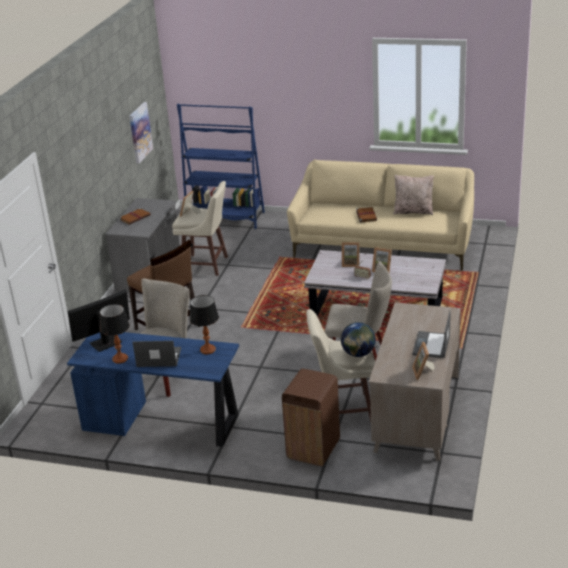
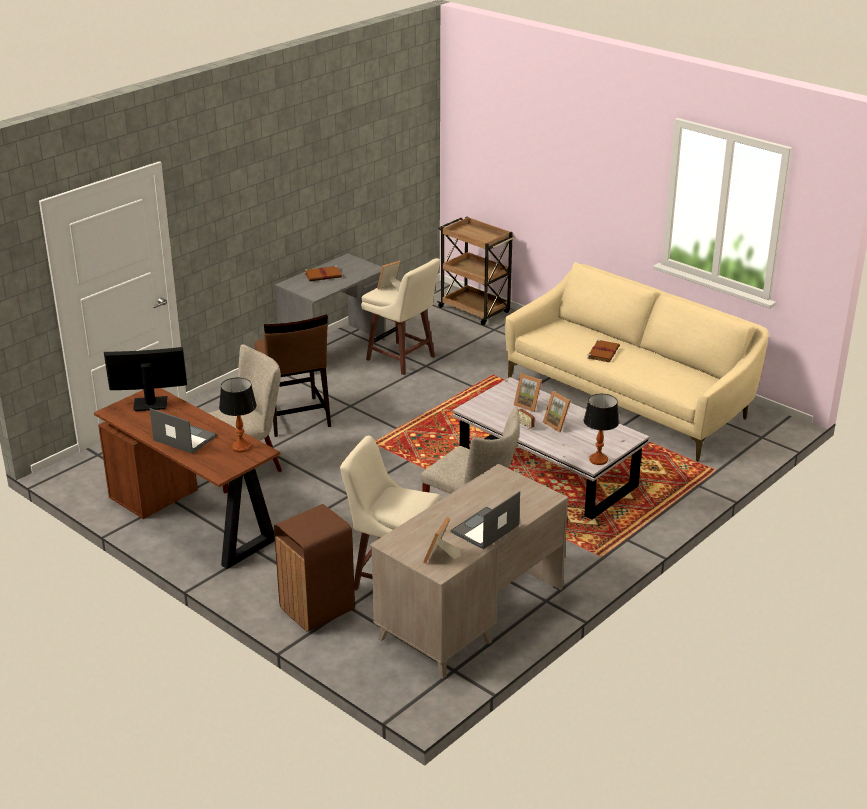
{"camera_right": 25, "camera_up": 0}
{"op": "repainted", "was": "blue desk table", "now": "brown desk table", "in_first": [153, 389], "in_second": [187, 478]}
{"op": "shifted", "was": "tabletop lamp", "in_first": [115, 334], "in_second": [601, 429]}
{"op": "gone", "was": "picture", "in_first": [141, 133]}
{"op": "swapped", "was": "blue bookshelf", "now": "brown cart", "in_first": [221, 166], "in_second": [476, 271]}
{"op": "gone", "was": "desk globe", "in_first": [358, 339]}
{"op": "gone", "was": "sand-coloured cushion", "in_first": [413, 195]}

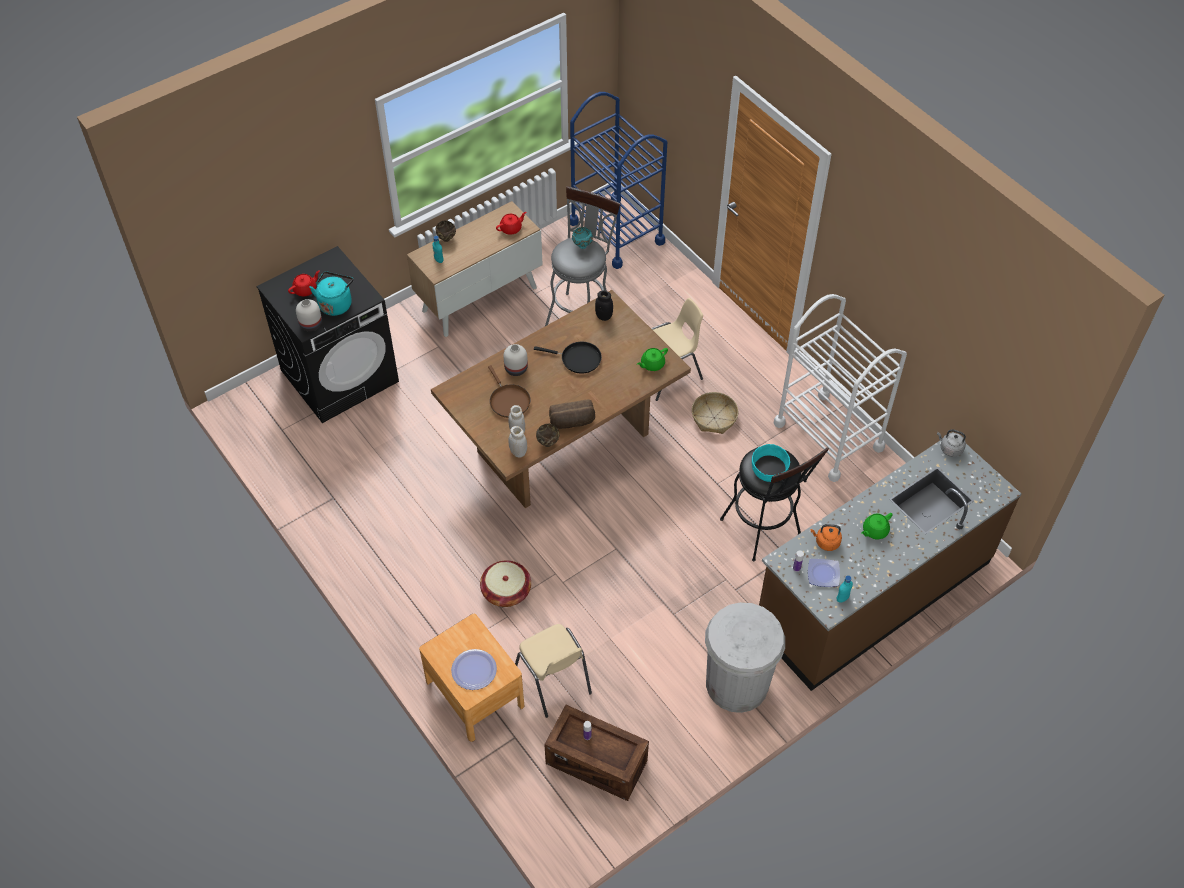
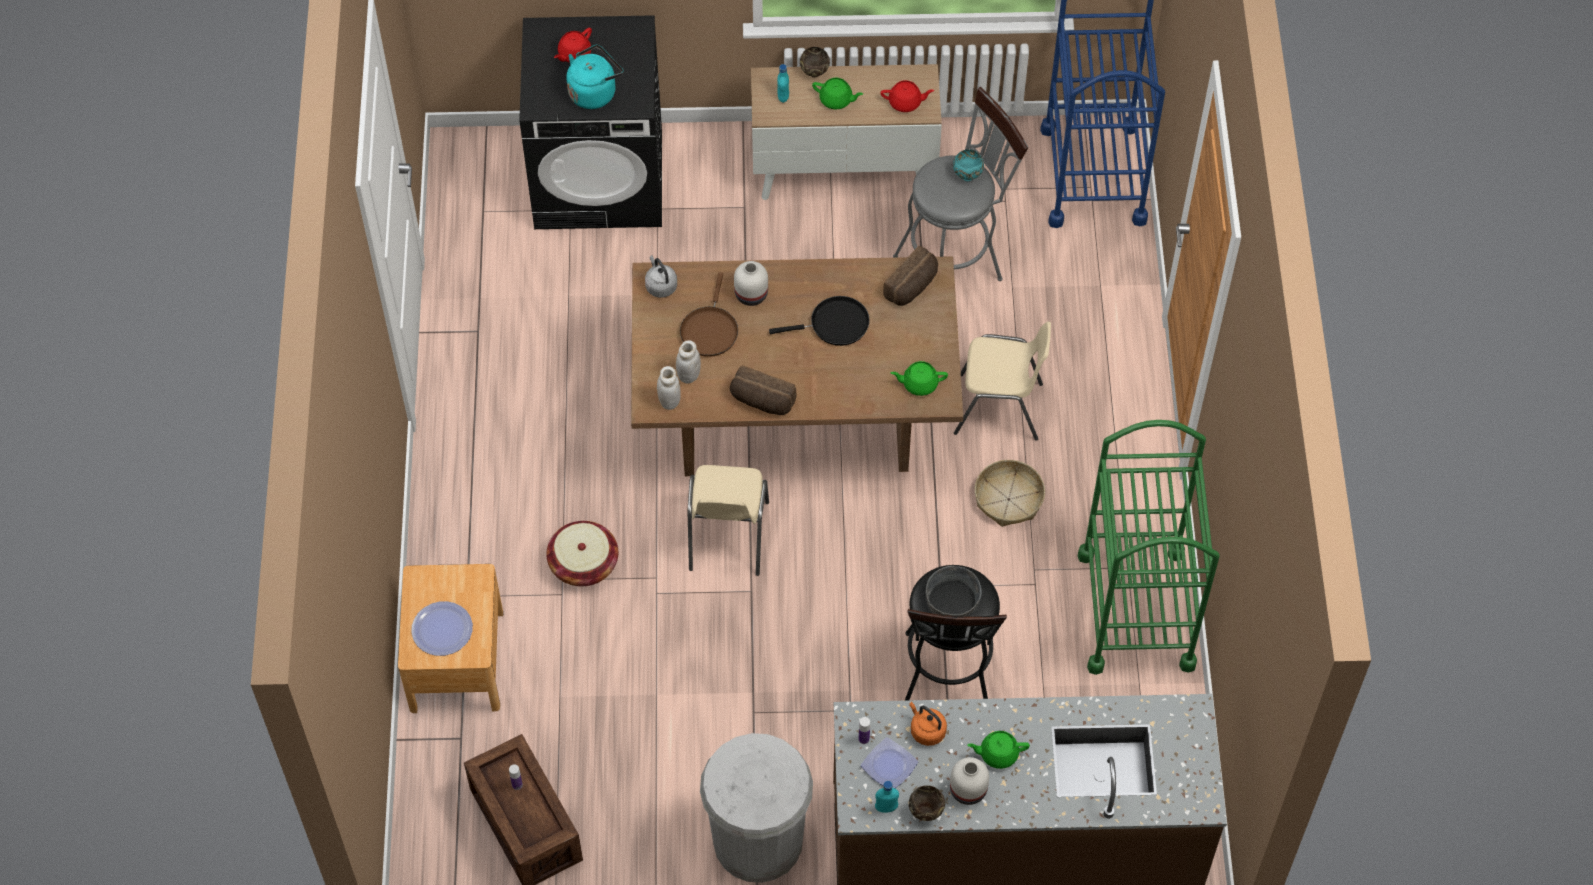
{"camera_right": 35, "camera_up": 5}
{"op": "rotated", "was": "reddish pot for tea", "in_first": [304, 283], "in_second": [573, 45], "clockwise": 135}
{"op": "shifted", "was": "whitish flower vase", "in_first": [309, 315], "in_second": [969, 781]}
{"op": "shifted", "was": "sand-coloured upright chair", "in_first": [553, 671], "in_second": [728, 520]}
{"op": "rotated", "was": "blackish pan", "in_first": [568, 358], "in_second": [819, 321], "clockwise": -60}
{"op": "shifted", "was": "brown serving bowl", "in_first": [547, 435], "in_second": [927, 803]}
{"op": "swapped", "was": "blackish jar", "now": "baked bread", "in_first": [604, 305], "in_second": [910, 276]}
{"op": "repainted", "was": "blue-green serving bowl", "now": "gray serving bowl", "in_first": [771, 463], "in_second": [954, 591]}
{"op": "repainted", "was": "whitish cart", "now": "greenish cart", "in_first": [840, 388], "in_second": [1148, 547]}
{"op": "shifted", "was": "gray water kettle", "in_first": [951, 443], "in_second": [661, 276]}
{"op": "new", "now": "greenish pot for tea", "in_second": [837, 94]}

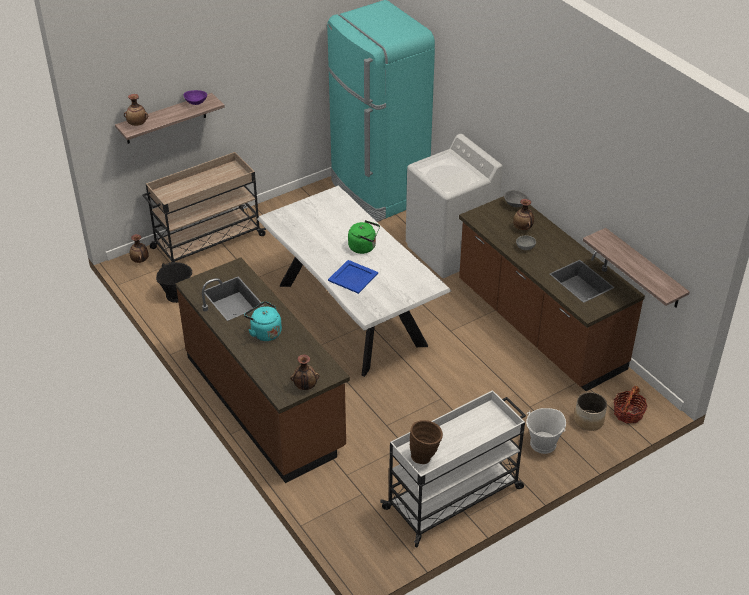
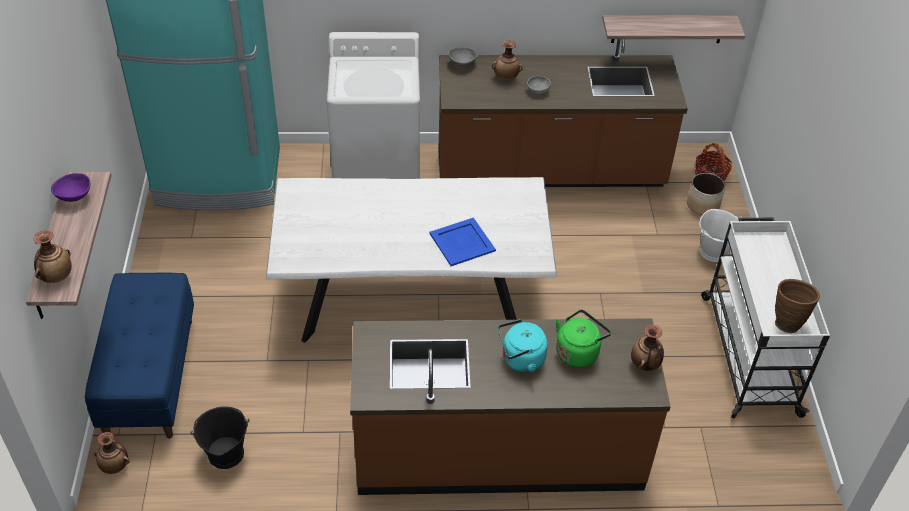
{"camera_right": -60, "camera_up": 5}
{"op": "swapped", "was": "sand-coloured cart", "now": "blue indoor bench", "in_first": [204, 207], "in_second": [139, 355]}
{"op": "shifted", "was": "greenish water kettle", "in_first": [364, 237], "in_second": [583, 339]}

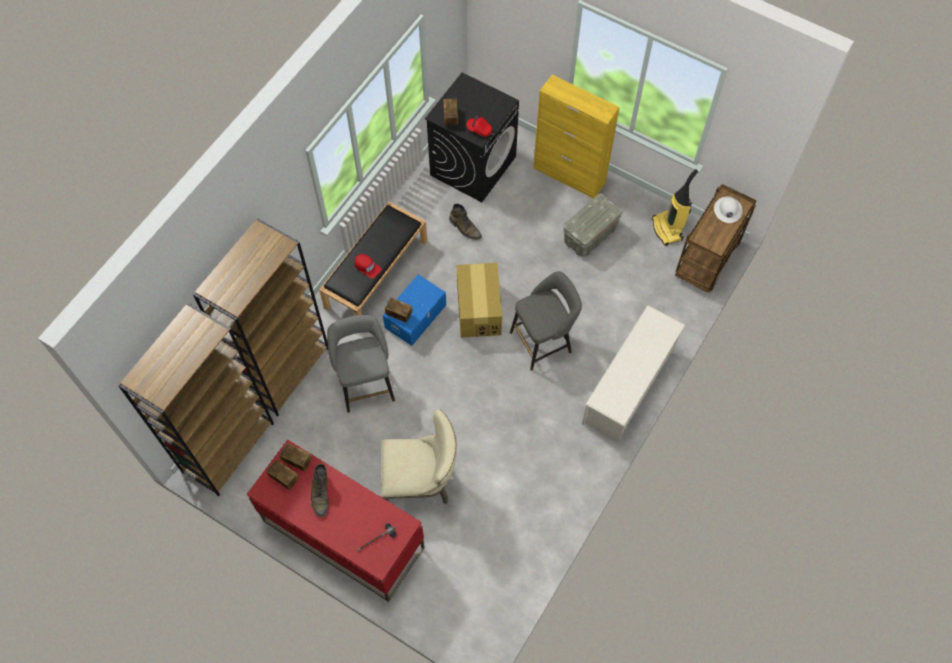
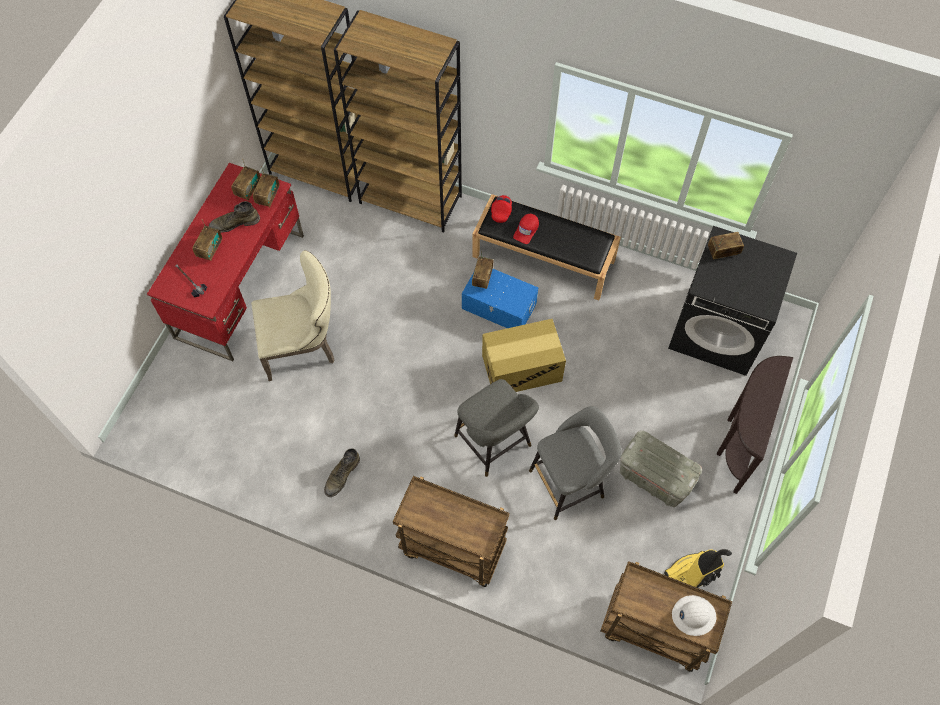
{"camera_right": 80, "camera_up": 0}
{"op": "shifted", "was": "gray stool seat", "in_first": [361, 364], "in_second": [575, 463]}
{"op": "rotated", "was": "sand-coloured upright chair", "in_first": [419, 456], "in_second": [292, 315], "clockwise": -90}
{"op": "shifted", "was": "greenish high-top boot", "in_first": [465, 221], "in_second": [342, 472]}
{"op": "shifted", "was": "reddish peaked cap", "in_first": [479, 126], "in_second": [501, 209]}
{"op": "swapped", "was": "yellow-coloured cabinet", "now": "brown hall table", "in_first": [576, 136], "in_second": [755, 425]}
{"op": "swapped", "was": "whitish shoe stand", "now": "brown cart", "in_first": [633, 374], "in_second": [451, 531]}
{"op": "new", "now": "radio set", "in_second": [207, 240]}

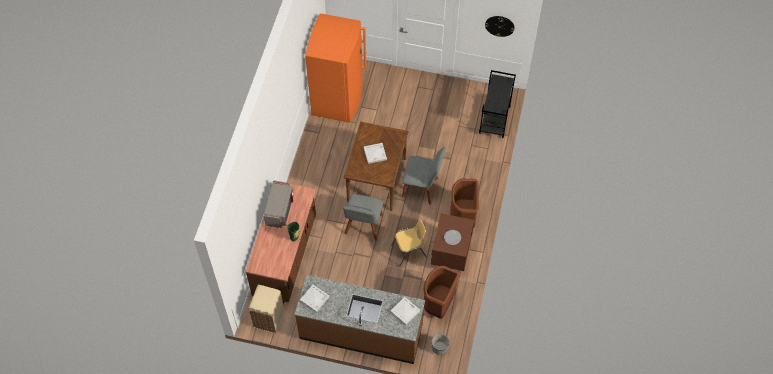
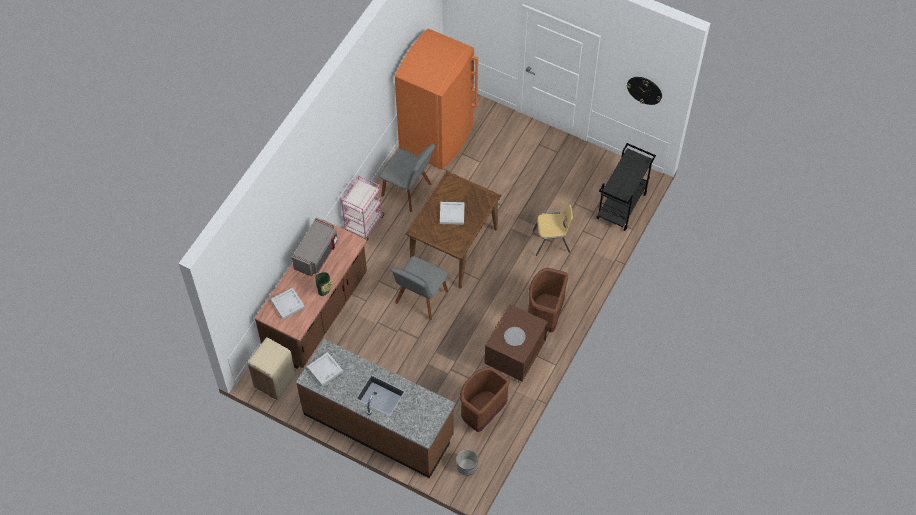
{"camera_right": 15, "camera_up": 0}
{"op": "shifted", "was": "whitish tray", "in_first": [405, 311], "in_second": [288, 303]}
{"op": "shifted", "was": "yellow-coloured upright chair", "in_first": [409, 243], "in_second": [552, 230]}
{"op": "shifted", "was": "gray upright chair", "in_first": [424, 176], "in_second": [407, 178]}
{"op": "new", "now": "pink cart", "in_second": [362, 208]}

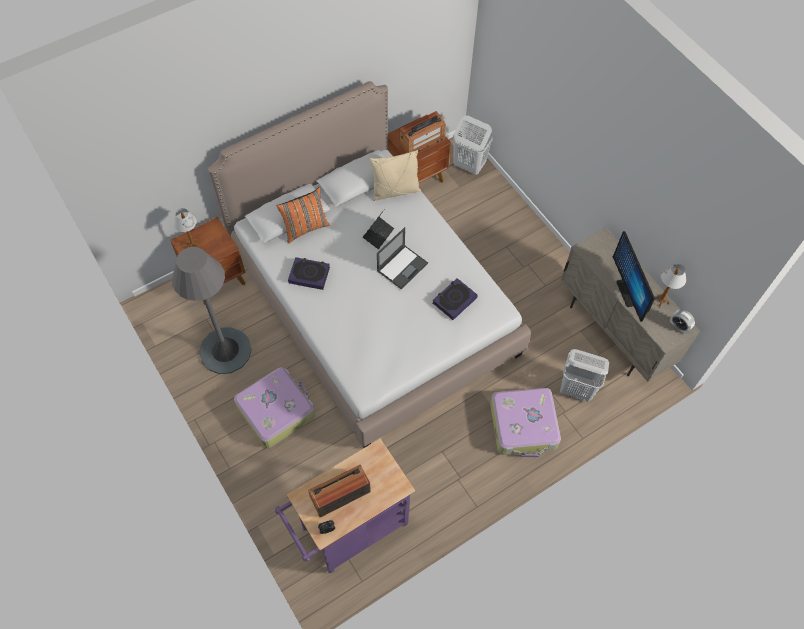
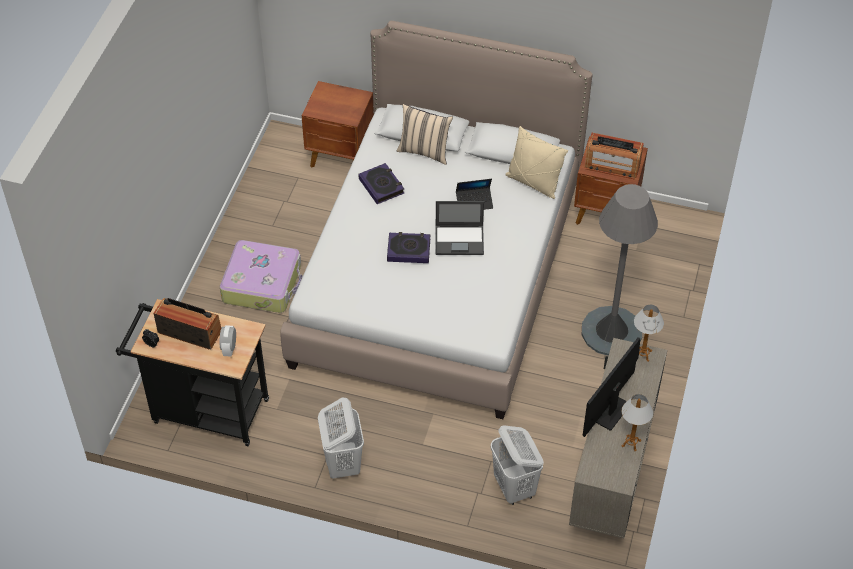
{"camera_right": 50, "camera_up": -10}
{"op": "shifted", "was": "gray standing lamp", "in_first": [212, 310], "in_second": [620, 270]}
{"op": "shifted", "was": "tabletop lamp", "in_first": [187, 228], "in_second": [649, 333]}
{"op": "repainted", "was": "purple-coloured cart", "now": "blackish cart", "in_first": [345, 505], "in_second": [192, 372]}
{"op": "repainted", "was": "orange-coloured cushion", "now": "sand-coloured cushion", "in_first": [303, 215], "in_second": [425, 134]}
{"op": "shifted", "was": "book", "in_first": [455, 299], "in_second": [408, 247]}
{"op": "shifted", "was": "whitish laundry basket", "in_first": [473, 145], "in_second": [341, 437]}
{"op": "gone", "was": "piece of luggage", "in_first": [525, 422]}
{"op": "shifted", "was": "bedside clock", "in_first": [682, 322], "in_second": [228, 341]}

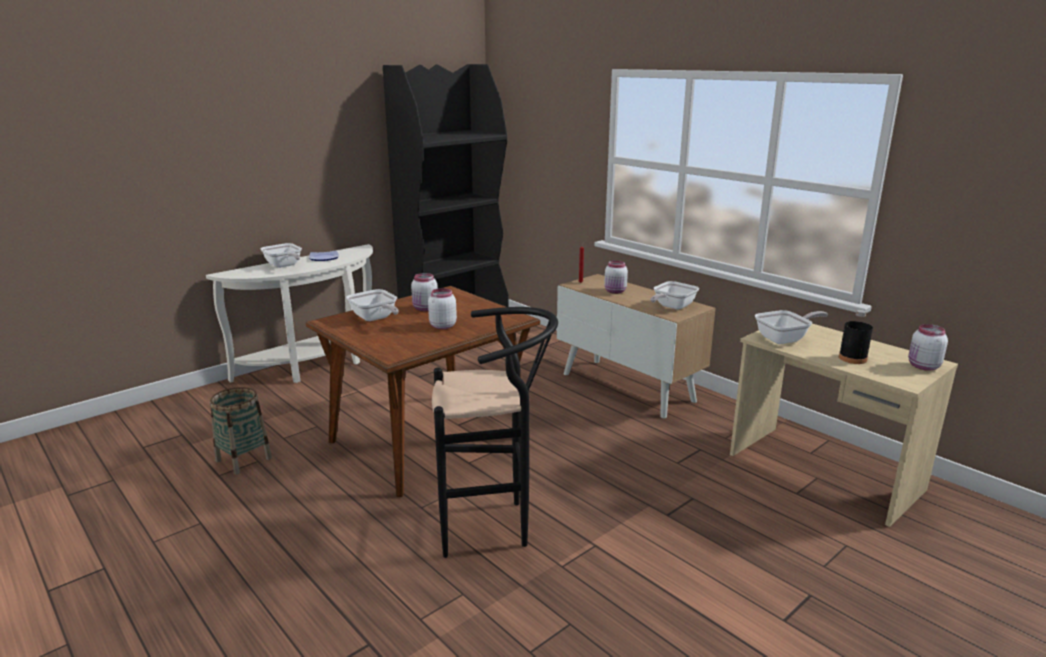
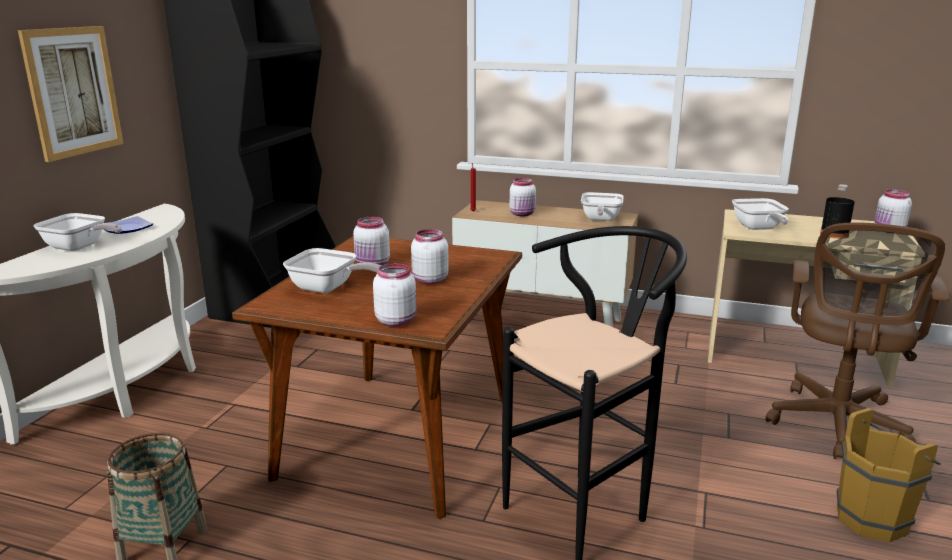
{"camera_right": -30, "camera_up": 0}
{"op": "rotated", "was": "pan", "in_first": [791, 327], "in_second": [760, 214], "clockwise": 135}
{"op": "new", "now": "picture", "in_second": [70, 94]}
{"op": "new", "now": "whitish jar", "in_second": [395, 295]}
{"op": "new", "now": "brown computer chair", "in_second": [857, 340]}
{"op": "new", "now": "brown water bucket", "in_second": [889, 475]}

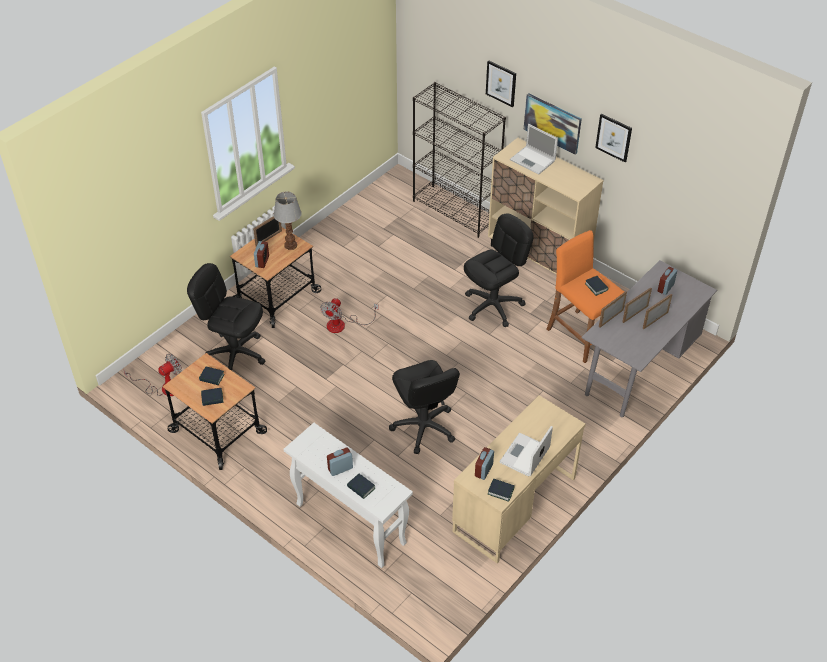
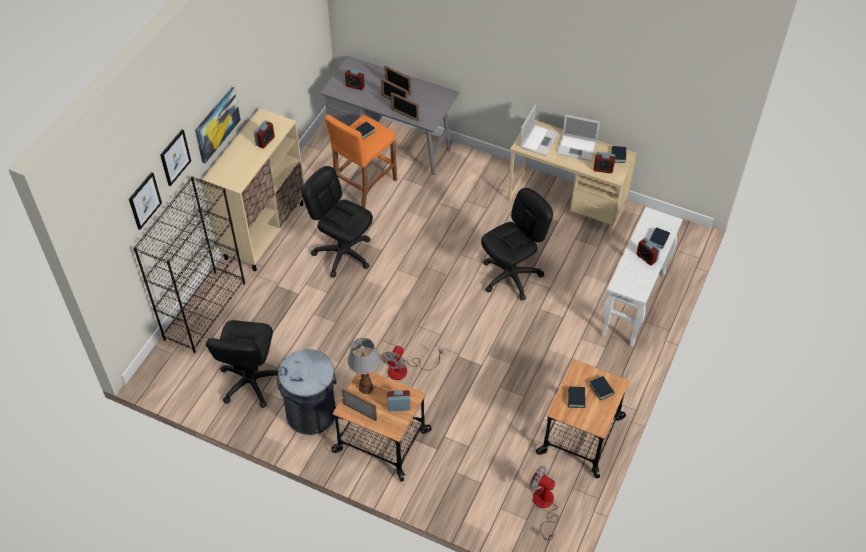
{"camera_right": -105, "camera_up": 5}
{"op": "shifted", "was": "blackish computer chair", "in_first": [226, 317], "in_second": [242, 364]}
{"op": "rotated", "was": "electric fan", "in_first": [349, 315], "in_second": [412, 363], "clockwise": 105}
{"op": "shifted", "was": "portable computer", "in_first": [534, 149], "in_second": [539, 130]}
{"op": "shifted", "was": "picture", "in_first": [613, 138], "in_second": [145, 201]}
{"op": "new", "now": "bedside clock", "in_second": [264, 134]}
{"op": "new", "now": "gray rubbish bin", "in_second": [307, 392]}

